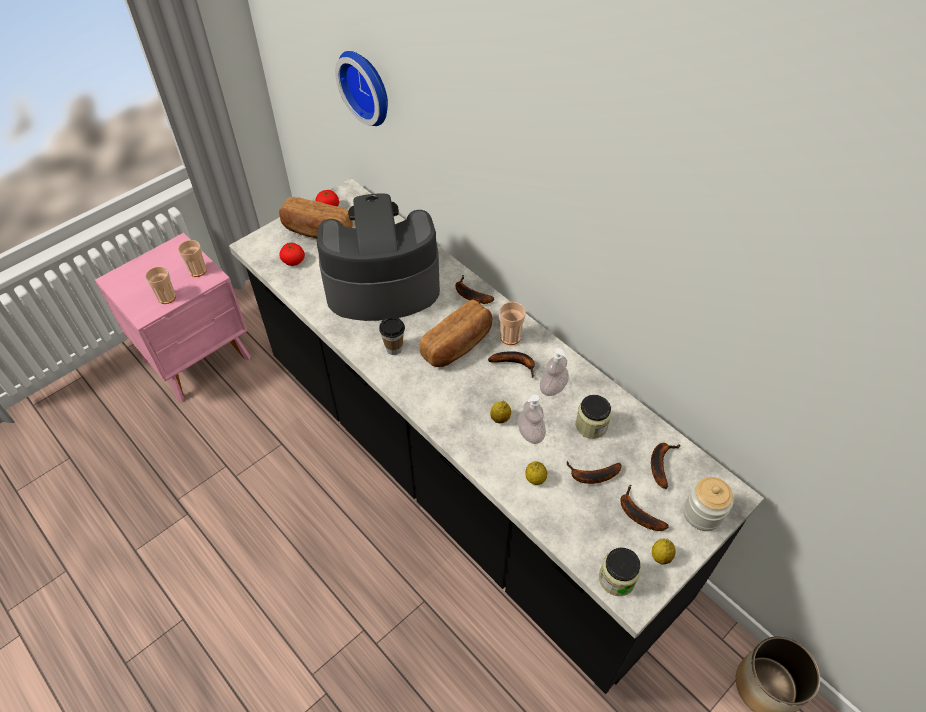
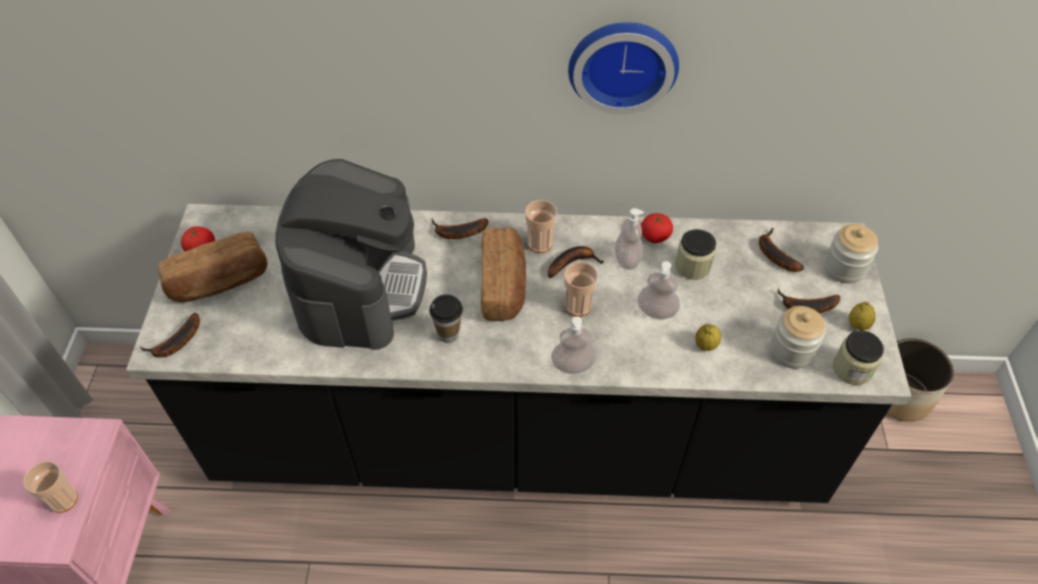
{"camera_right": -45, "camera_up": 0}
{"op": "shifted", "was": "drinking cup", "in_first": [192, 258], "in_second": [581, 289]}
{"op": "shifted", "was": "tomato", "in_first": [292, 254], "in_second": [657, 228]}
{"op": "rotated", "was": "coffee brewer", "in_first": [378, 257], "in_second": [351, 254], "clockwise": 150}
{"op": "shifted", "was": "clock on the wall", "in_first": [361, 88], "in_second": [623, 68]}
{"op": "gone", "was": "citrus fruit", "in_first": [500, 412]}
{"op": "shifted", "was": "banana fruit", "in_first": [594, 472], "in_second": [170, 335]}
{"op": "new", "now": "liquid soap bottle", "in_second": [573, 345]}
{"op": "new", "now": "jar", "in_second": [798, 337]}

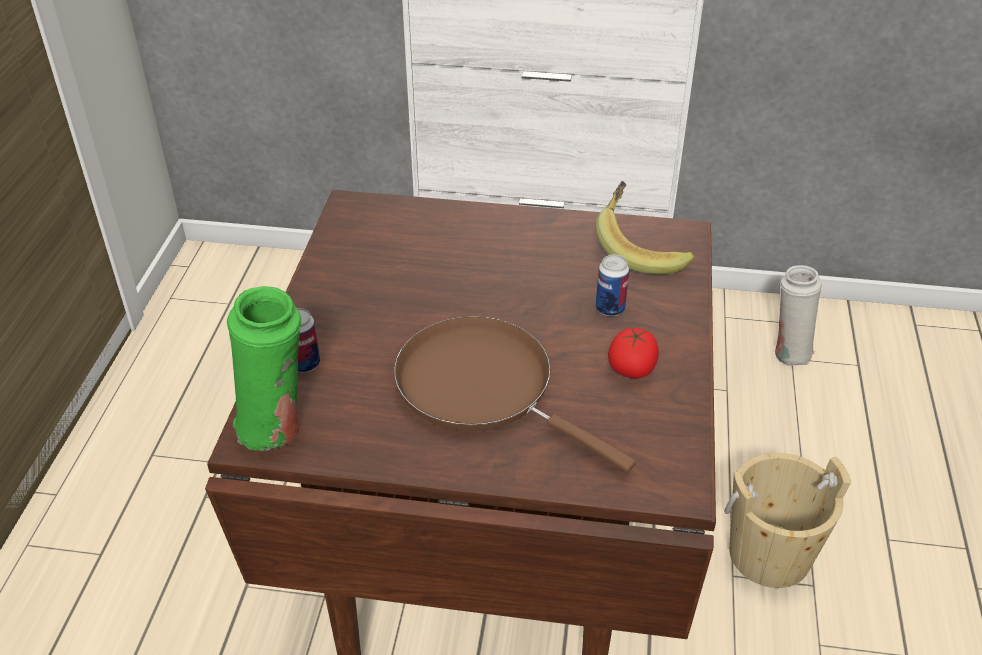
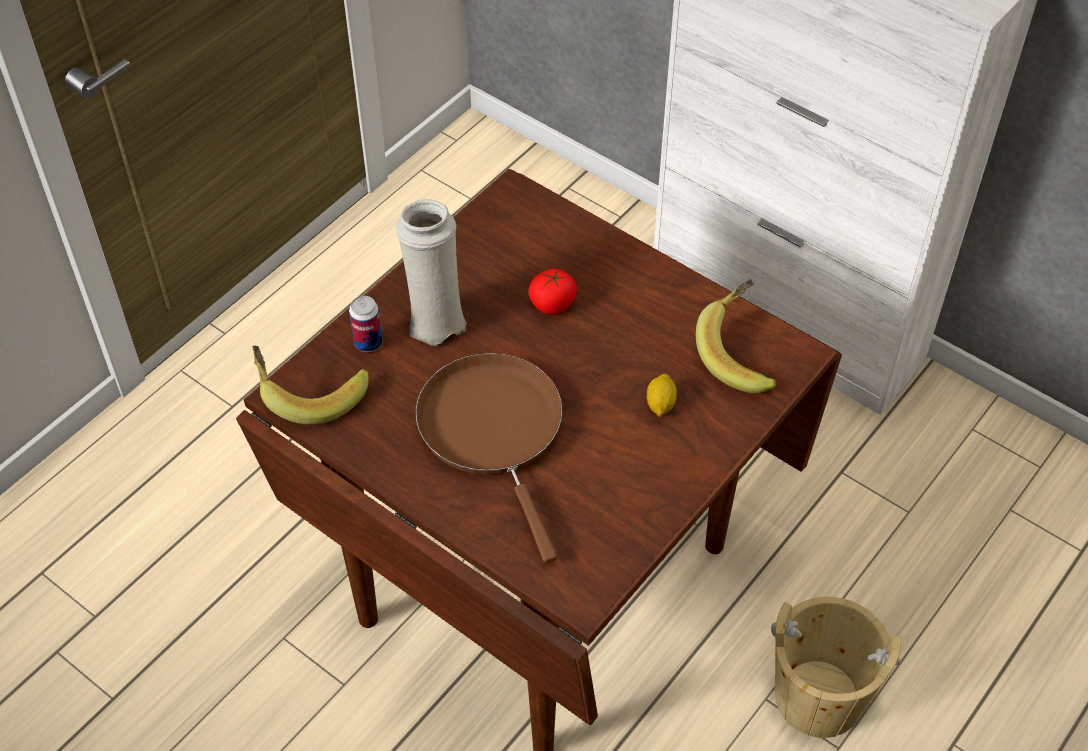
{"camera_right": 30, "camera_up": 10}
{"op": "swapped", "was": "greenish flower vase", "now": "banana fruit", "in_first": [264, 368], "in_second": [310, 385]}
{"op": "swapped", "was": "sealed can", "now": "citrus fruit", "in_first": [612, 285], "in_second": [662, 395]}
{"op": "shifted", "was": "tomato", "in_first": [633, 353], "in_second": [552, 292]}
{"op": "shifted", "was": "whitish flower vase", "in_first": [798, 315], "in_second": [431, 272]}

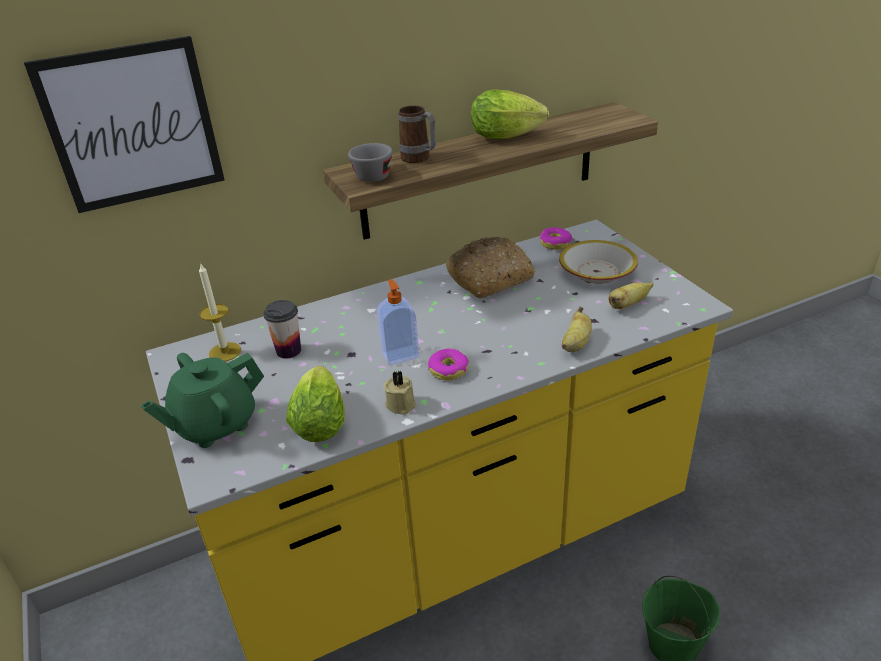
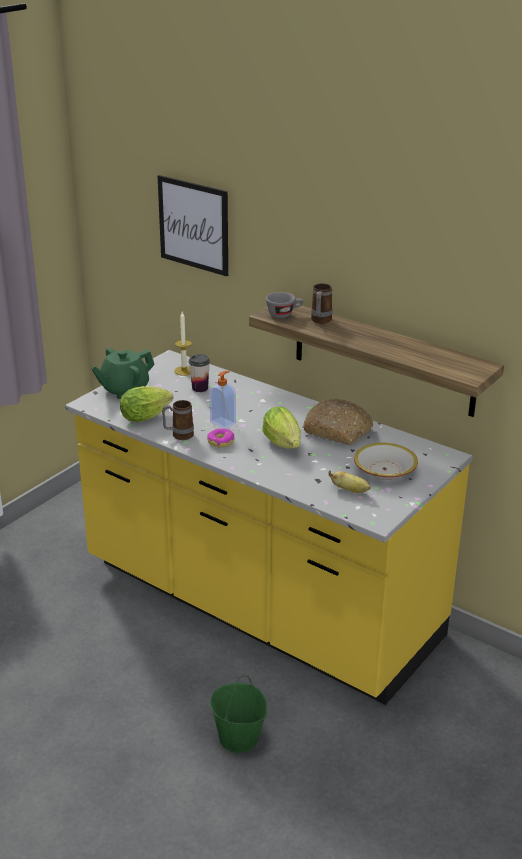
{"camera_right": 60, "camera_up": -5}
{"op": "rotated", "was": "greenish pot for tea", "in_first": [202, 400], "in_second": [123, 373], "clockwise": -60}
{"op": "swapped", "was": "sand-coloured wax candle", "now": "mug", "in_first": [400, 392], "in_second": [178, 420]}
{"op": "shifted", "was": "lettuce head", "in_first": [510, 114], "in_second": [281, 428]}
{"op": "gone", "was": "doughnut", "in_first": [555, 238]}
{"op": "gone", "was": "banana fruit", "in_first": [577, 329]}

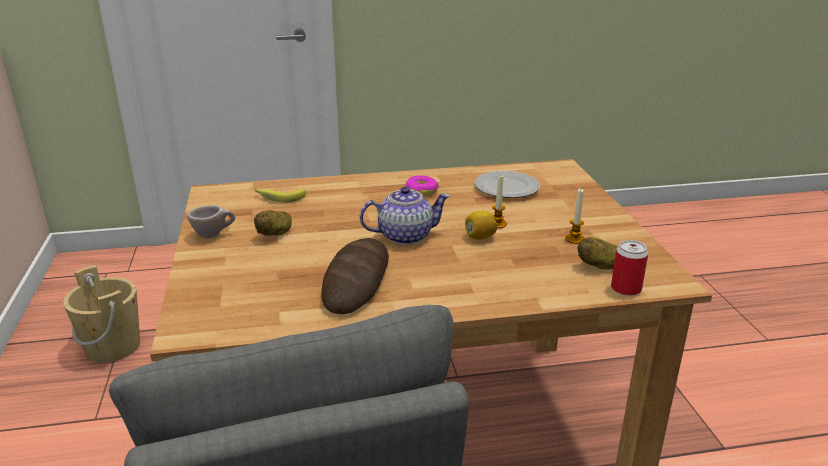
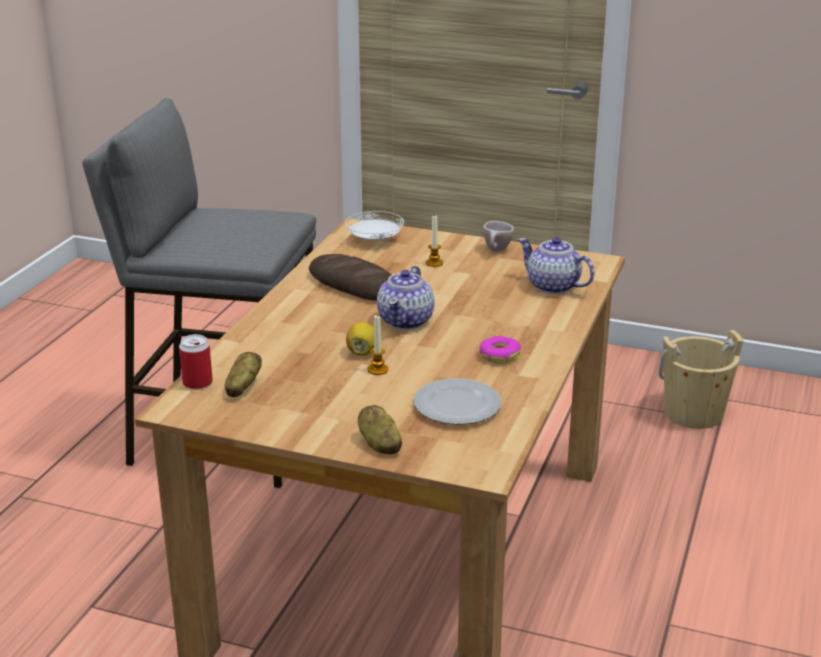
{"camera_right": 120, "camera_up": 0}
{"op": "swapped", "was": "banana fruit", "now": "pot for tea", "in_first": [280, 196], "in_second": [556, 265]}
{"op": "shifted", "was": "potato", "in_first": [273, 223], "in_second": [380, 429]}
{"op": "shifted", "was": "wax candle", "in_first": [575, 216], "in_second": [434, 241]}
{"op": "new", "now": "whitish plate", "in_second": [374, 226]}

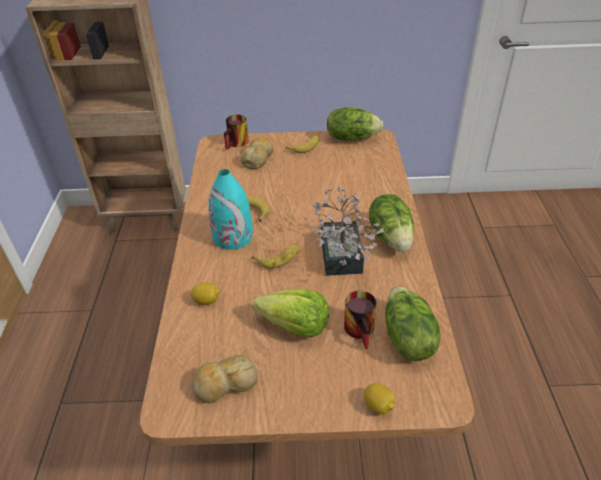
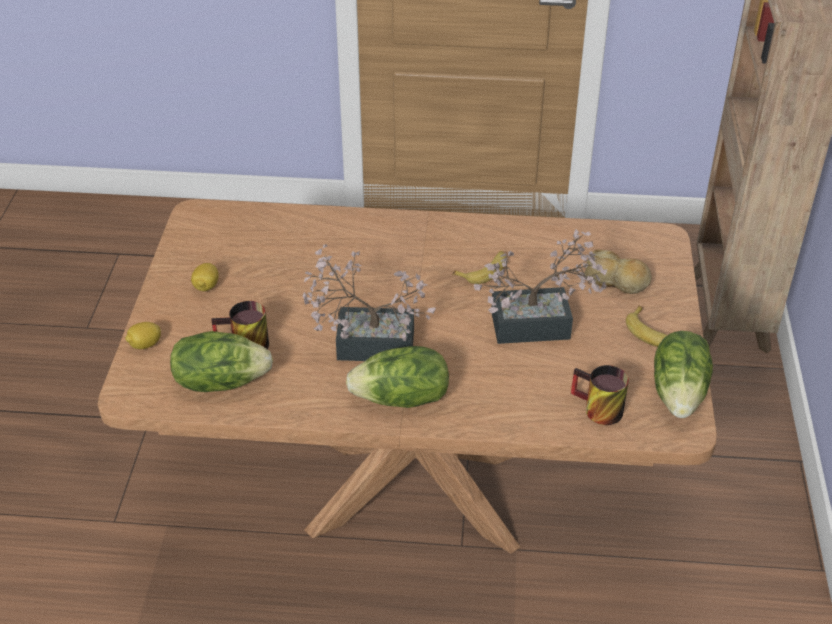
{"camera_right": 95, "camera_up": 0}
{"op": "shifted", "was": "citrus fruit", "in_first": [205, 294], "in_second": [205, 277]}
{"op": "gone", "was": "baked bread", "in_first": [224, 379]}
{"op": "gone", "was": "blue-green flower vase", "in_first": [230, 209]}
{"op": "shifted", "was": "mug", "in_first": [236, 132], "in_second": [600, 395]}
{"op": "gone", "was": "banana fruit", "in_first": [275, 256]}
{"op": "gone", "was": "lettuce head", "in_first": [290, 313]}
{"op": "new", "now": "potted plant", "in_second": [540, 287]}

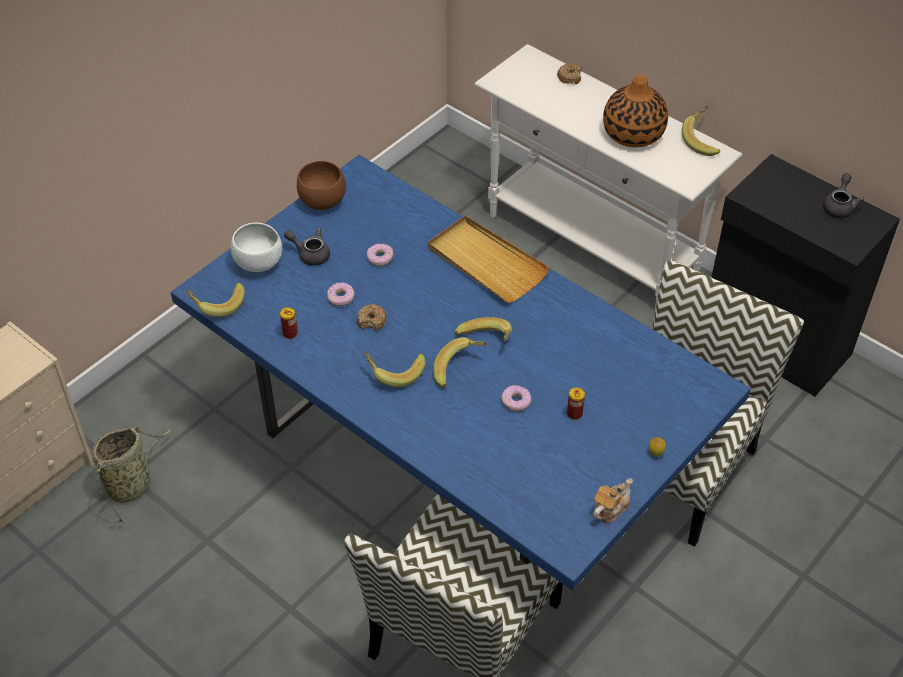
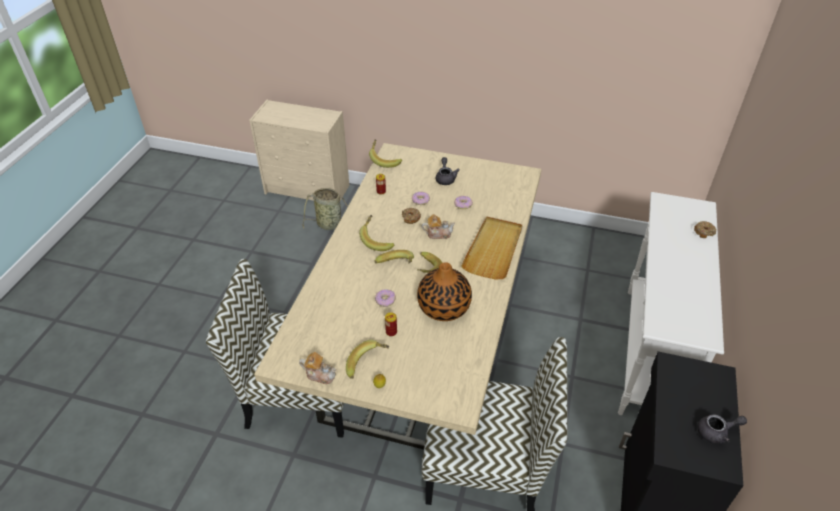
{"camera_right": 65, "camera_up": -5}
{"op": "repainted", "was": "blue dining table", "now": "sand-coloured dining table", "in_first": [461, 372], "in_second": [397, 296]}
{"op": "gone", "was": "whitish serving bowl", "in_first": [256, 247]}
{"op": "gone", "was": "brown serving bowl", "in_first": [321, 185]}
{"op": "shifted", "was": "flower vase", "in_first": [635, 111], "in_second": [444, 291]}
{"op": "shifted", "was": "banana fruit", "in_first": [701, 131], "in_second": [367, 359]}
{"op": "new", "now": "pot for tea", "in_second": [438, 226]}

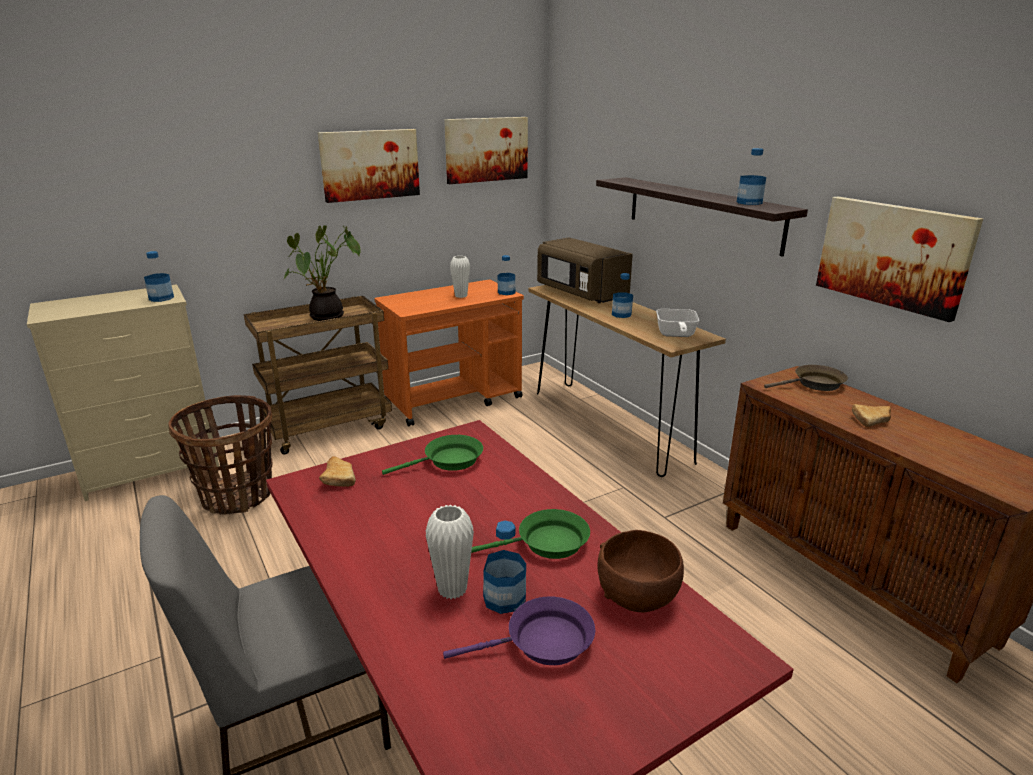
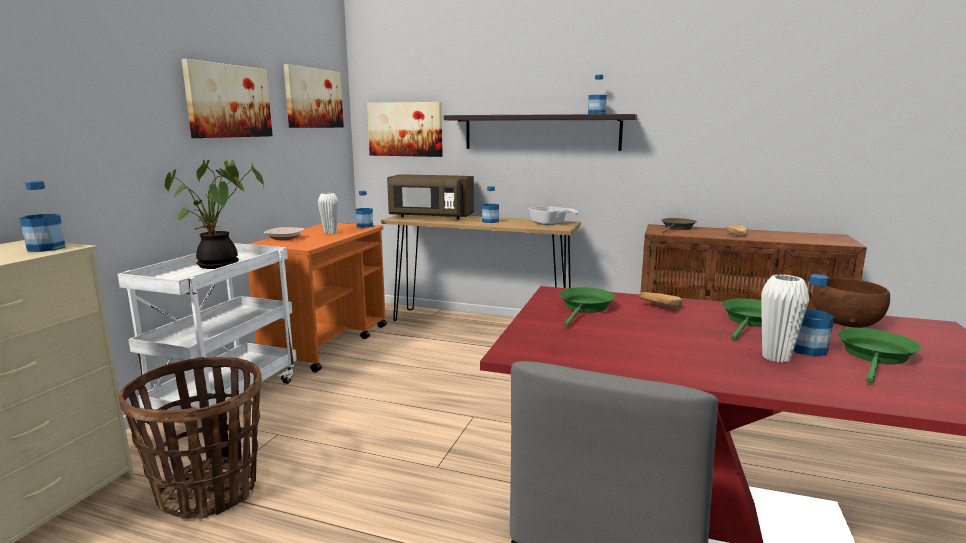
{"camera_right": -40, "camera_up": -10}
{"op": "repainted", "was": "brown cart", "now": "whitish cart", "in_first": [318, 375], "in_second": [207, 338]}
{"op": "shifted", "was": "baked bread", "in_first": [337, 471], "in_second": [660, 300]}
{"op": "repainted", "was": "purple-coloured pan", "now": "greenish pan", "in_first": [519, 630], "in_second": [879, 355]}
{"op": "shifted", "was": "picture", "in_first": [899, 259], "in_second": [405, 129]}
{"op": "new", "now": "serving bowl", "in_second": [284, 233]}

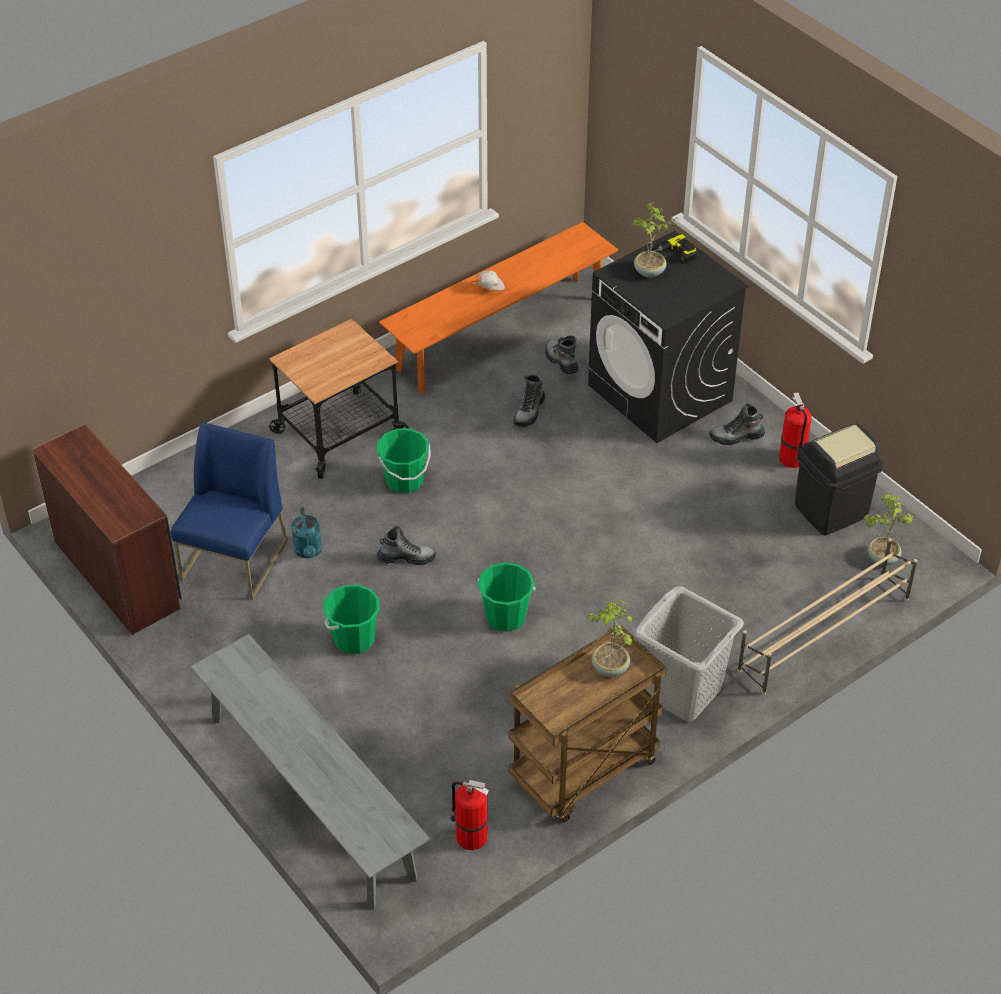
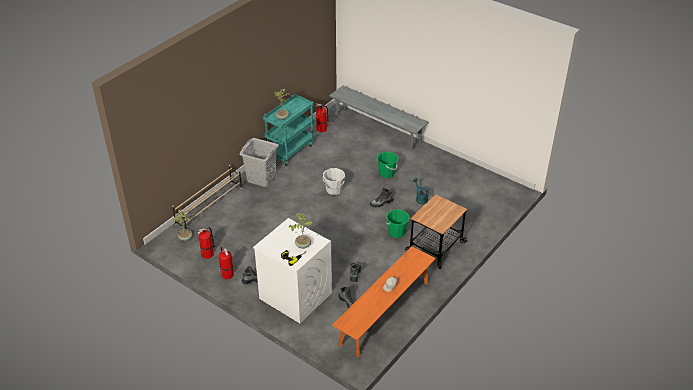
{"camera_right": 165, "camera_up": -5}
{"op": "gone", "was": "brown desk table", "in_first": [107, 529]}
{"op": "gone", "was": "blue upright chair", "in_first": [229, 511]}
{"op": "repainted", "was": "greenish water bucket", "now": "whitish water bucket", "in_first": [507, 597], "in_second": [334, 181]}
{"op": "repainted", "was": "brown cart", "now": "blue-green cart", "in_first": [587, 724], "in_second": [289, 130]}
{"op": "repainted", "was": "blackish washing machine", "now": "whitish washing machine", "in_first": [668, 337], "in_second": [292, 270]}
{"op": "swapped", "was": "blackish rubbish bin", "now": "fire-fighting cylinder", "in_first": [839, 479], "in_second": [206, 243]}

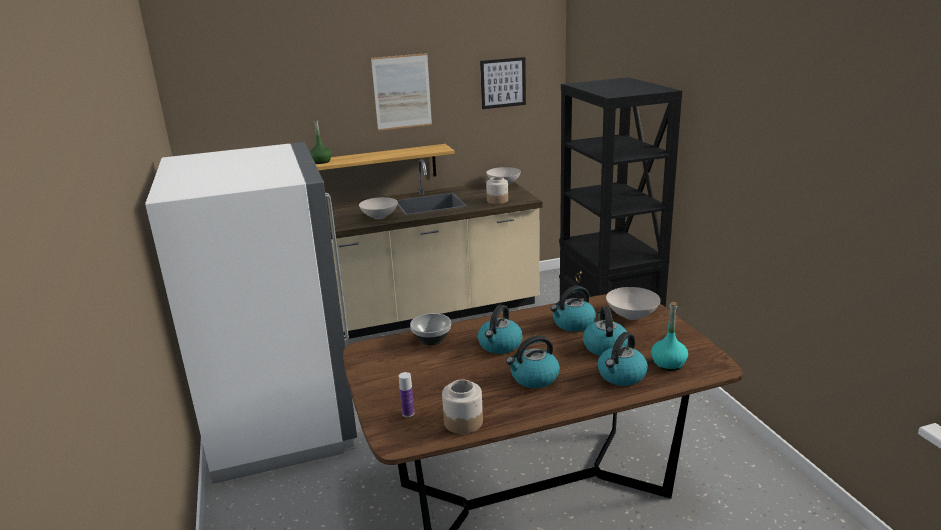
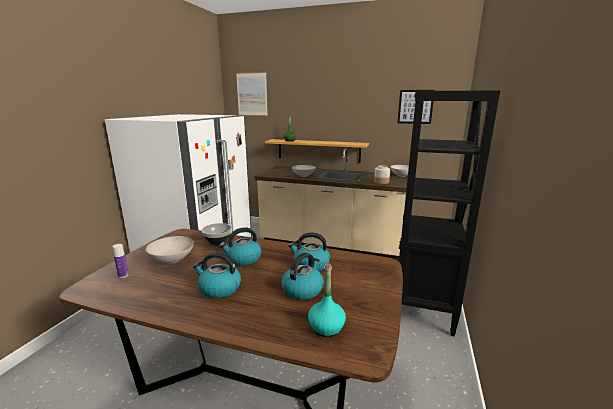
{"camera_right": 35, "camera_up": -5}
{"op": "shifted", "was": "picture", "in_first": [401, 92], "in_second": [252, 94]}
{"op": "gone", "was": "jar", "in_first": [462, 407]}
{"op": "gone", "was": "water kettle", "in_first": [622, 359]}
{"op": "shifted", "was": "whitish serving bowl", "in_first": [633, 303], "in_second": [170, 250]}

